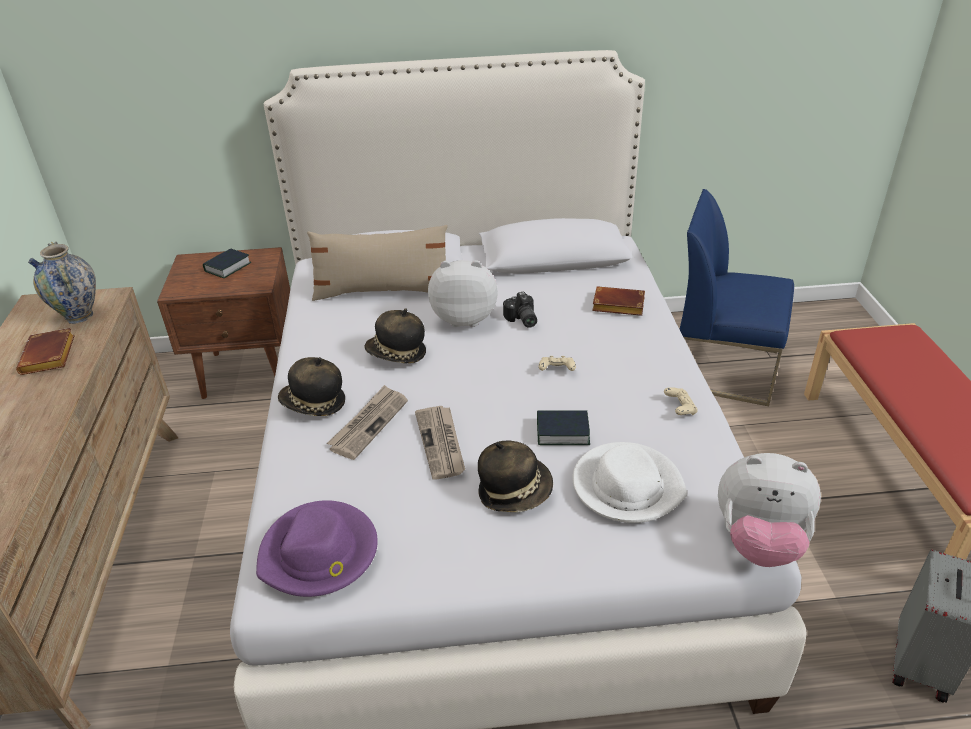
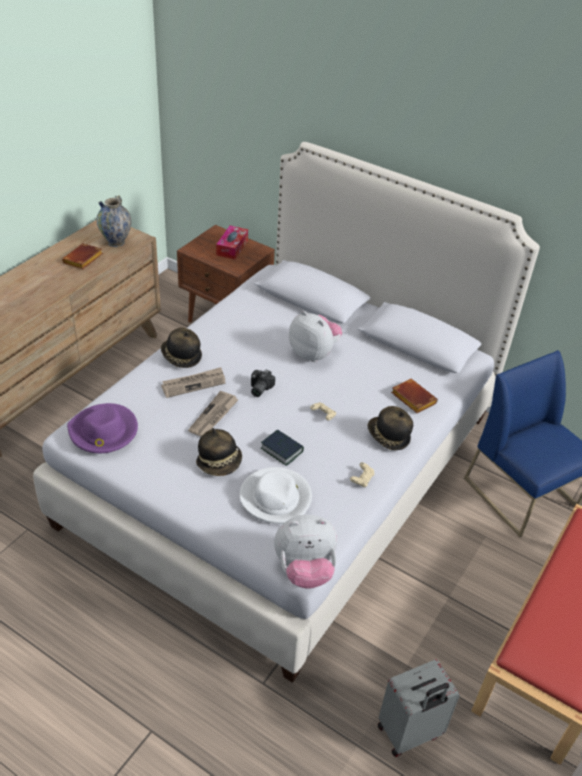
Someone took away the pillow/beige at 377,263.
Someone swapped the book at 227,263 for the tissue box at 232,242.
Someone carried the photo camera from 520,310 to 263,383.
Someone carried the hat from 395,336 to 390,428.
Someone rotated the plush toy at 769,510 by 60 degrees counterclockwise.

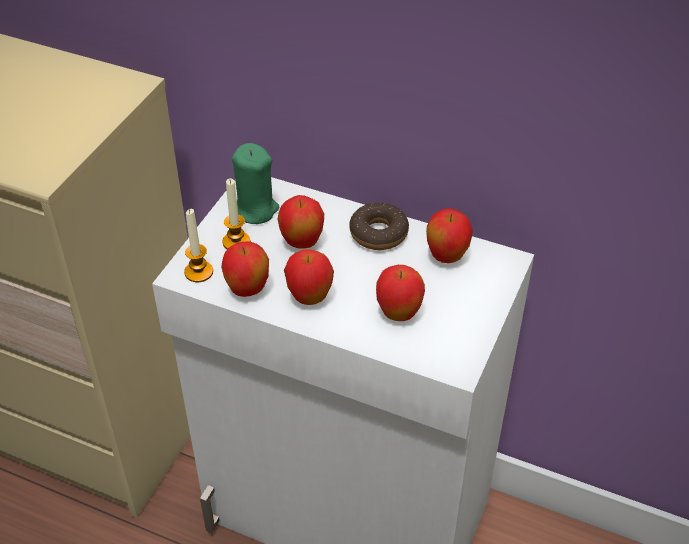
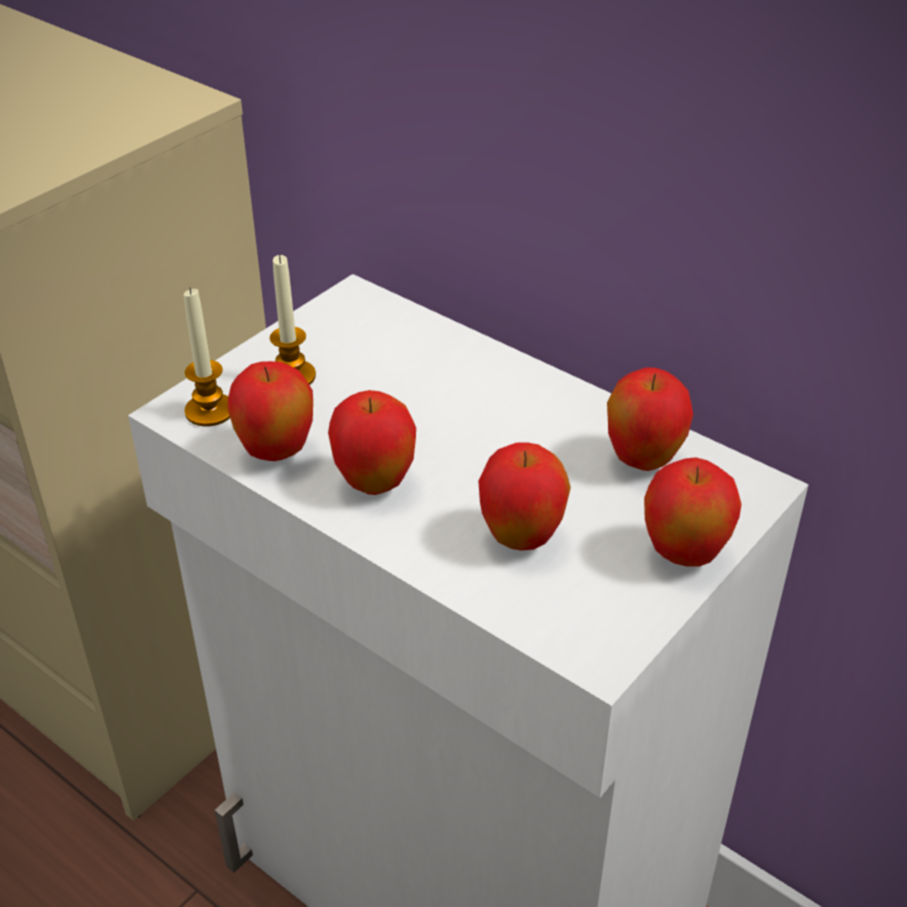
Someone took away the candle/green at 256,183.
Someone carried the apple from 301,222 to 693,512.
Someone took away the donut at 379,226.

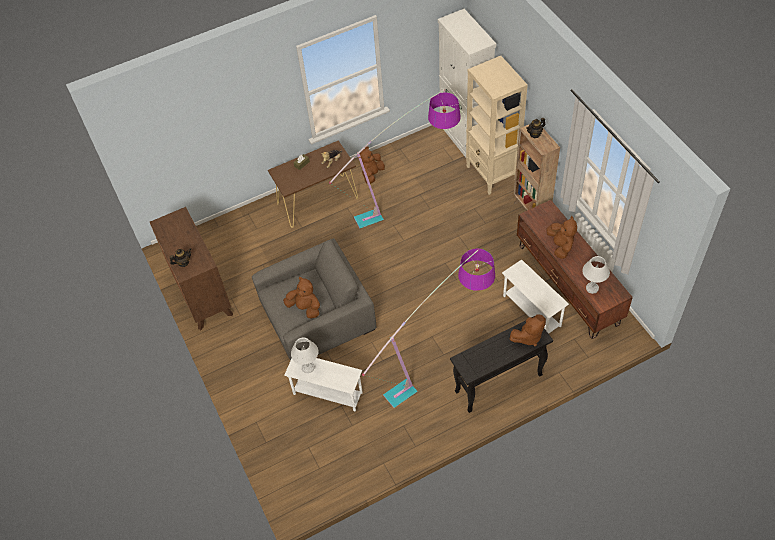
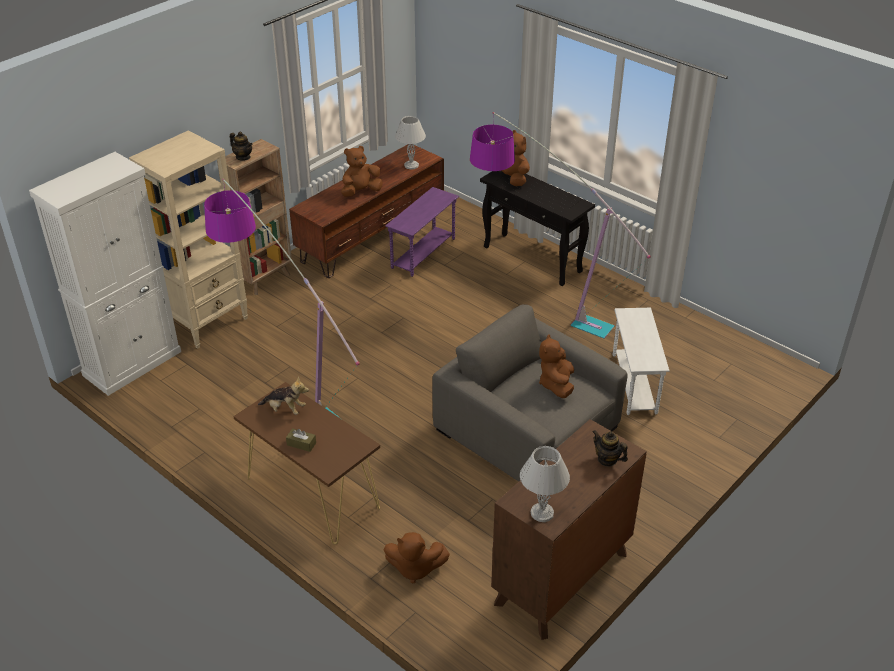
Someone carried the plush toy/brown from 372,165 to 417,558.
Someone repainted the side table/white at 535,297, which became the side table/purple at 422,232.
Someone carried the table lamp/white from 304,355 to 545,484.

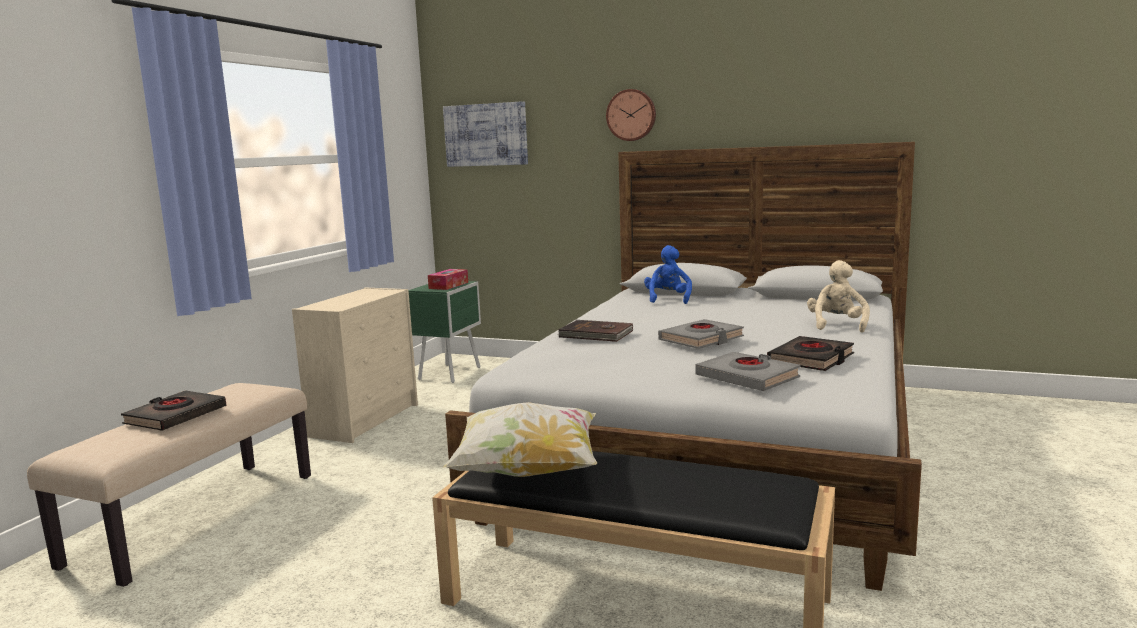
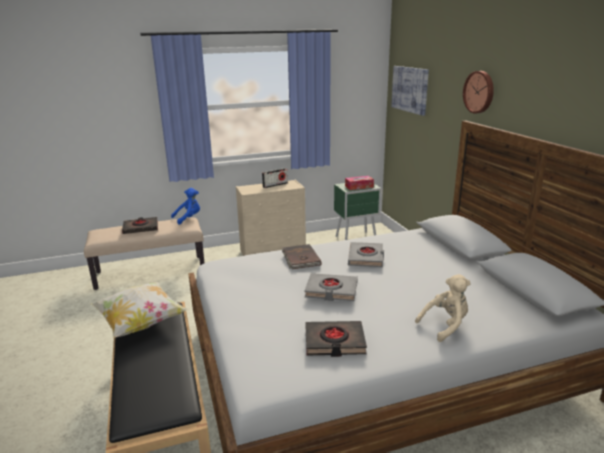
Someone carried the plush toy/blue from 668,274 to 185,206.
Someone carried the book/grey from 748,371 to 366,254.
Someone put down the radio at 275,178.

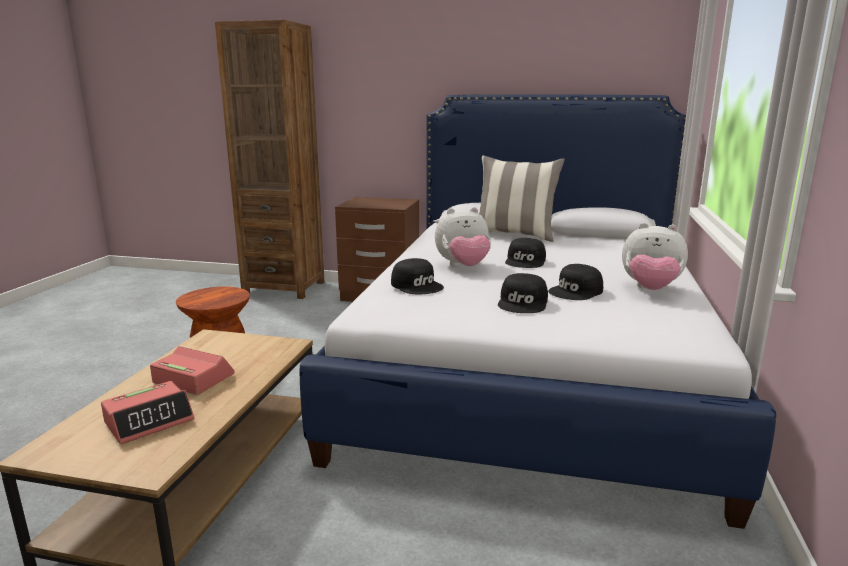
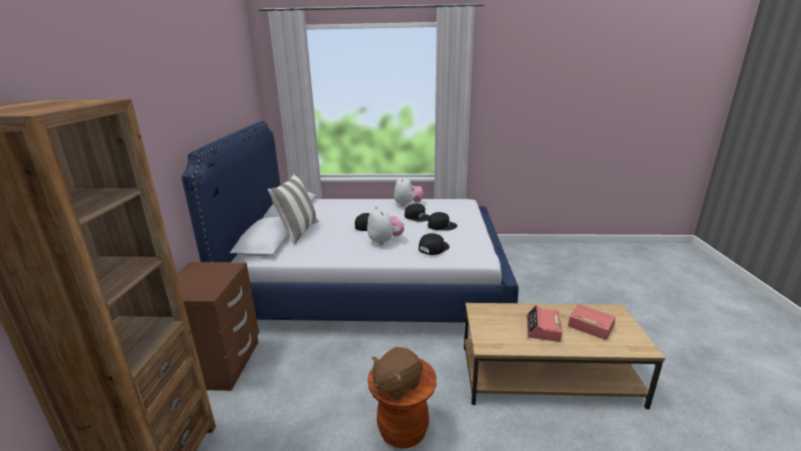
Someone put down the plush toy/brown at 397,374.

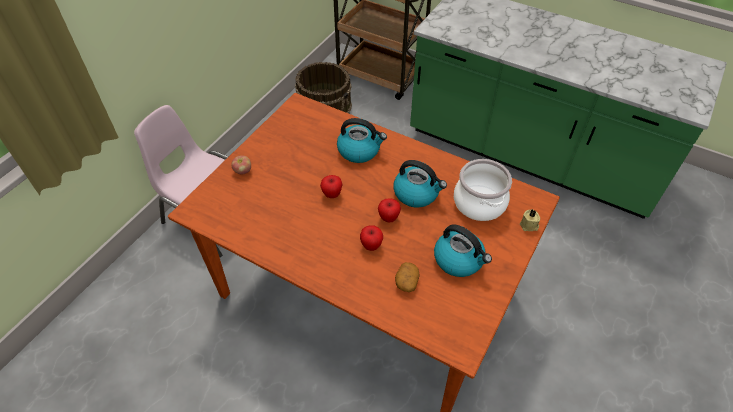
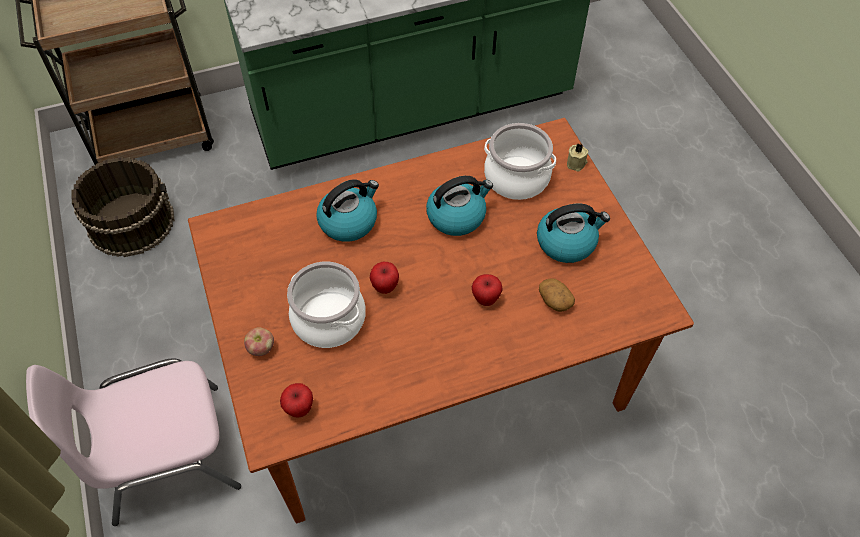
Someone carried the apple from 389,210 to 296,400.
Someone put down the cooking pot at 326,304.

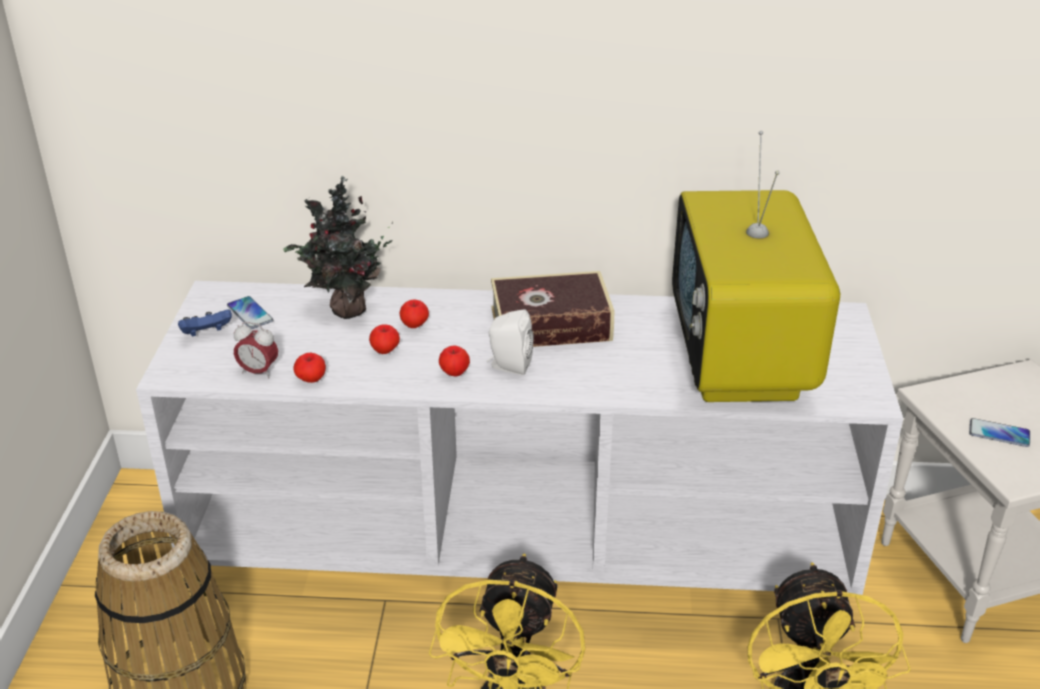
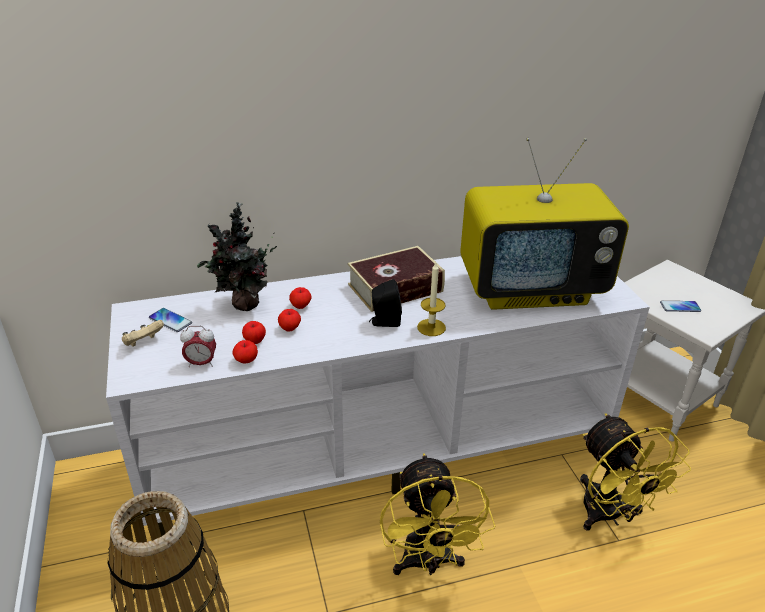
Someone rotated the television at 756,266 by 75 degrees counterclockwise.
Someone repainted the game controller/blue at 205,323, which became the game controller/beige at 143,333.
Someone repainted the speaker/white at 510,342, which became the speaker/black at 385,303.
Someone carried the apple from 454,361 to 254,332.
Someone put down the candle at 431,299.

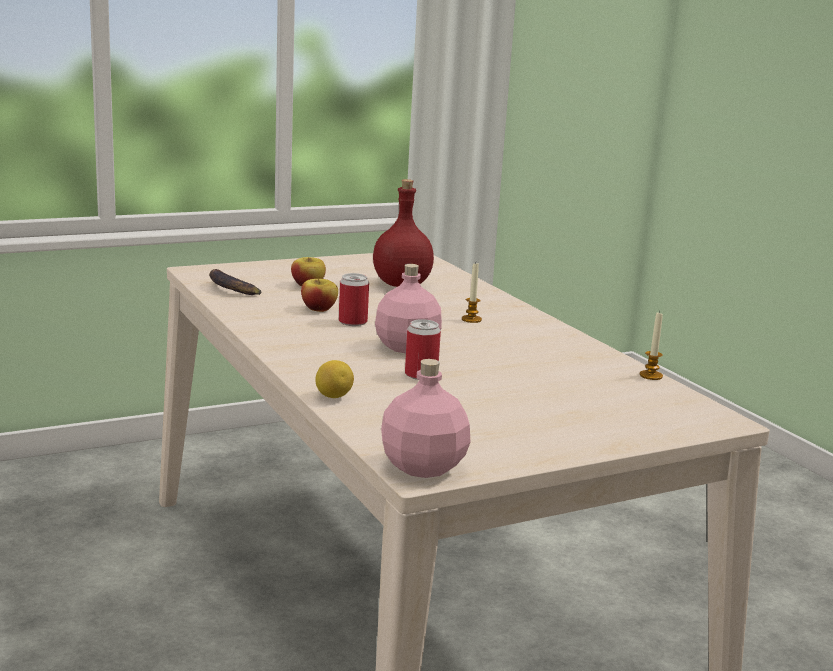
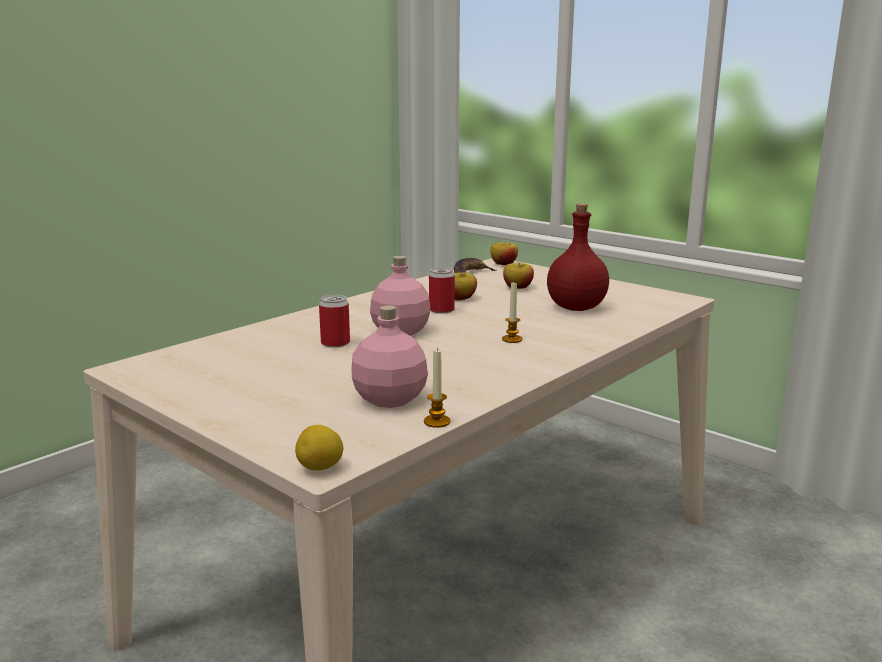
Someone carried the bottle/pink from 425,418 to 389,356.
Someone carried the lemon from 334,379 to 319,448.
Someone put down the apple at 504,253.

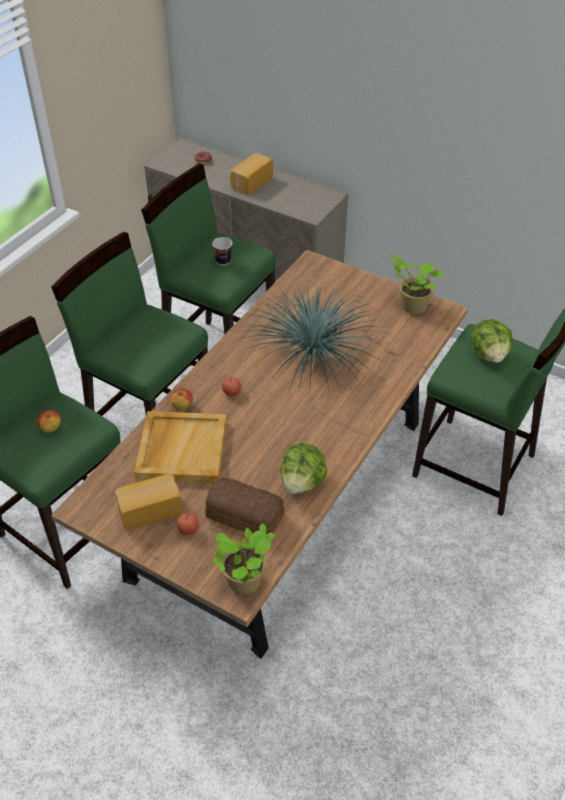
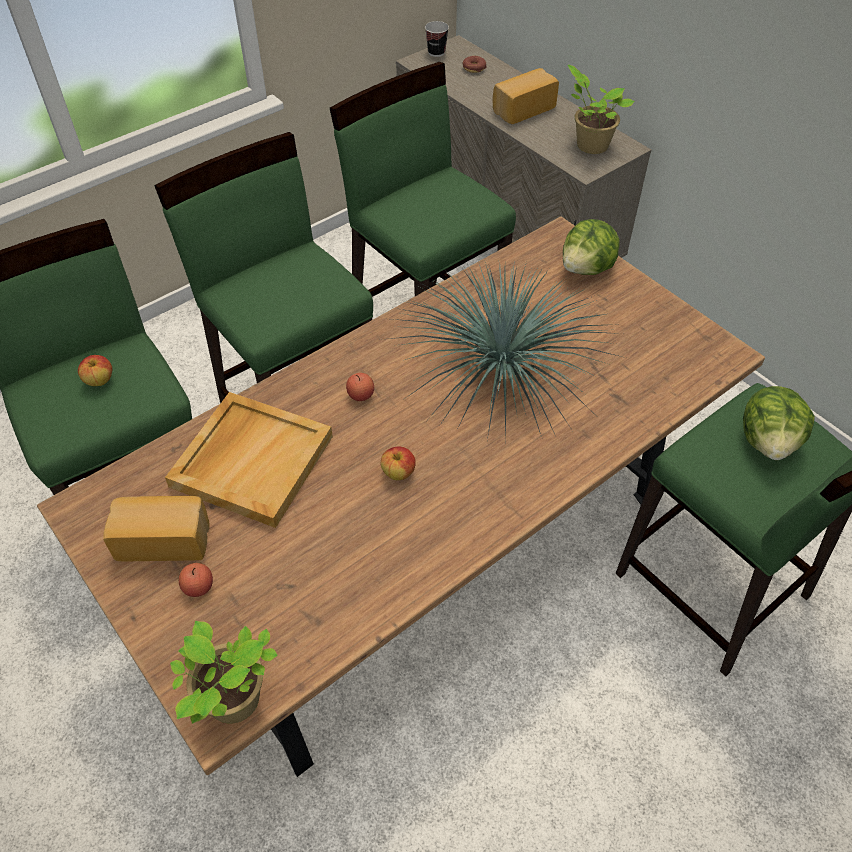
Someone carried the cup from 222,251 to 437,39.
Someone carried the potted plant from 416,284 to 601,109.
Someone carried the apple from 181,399 to 398,463.
Someone carried the lettuce from 304,468 to 591,247.
Someone took away the bread at 245,506.

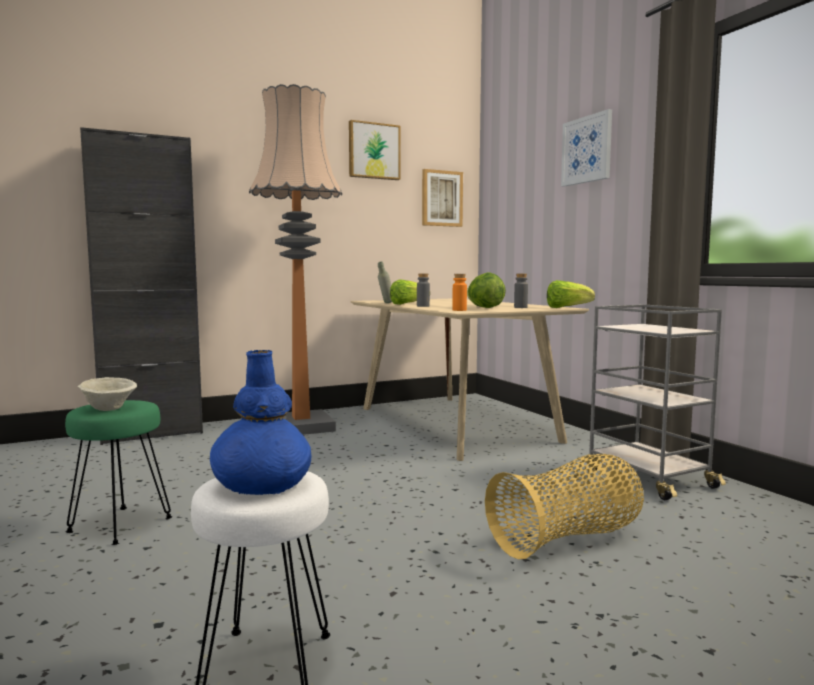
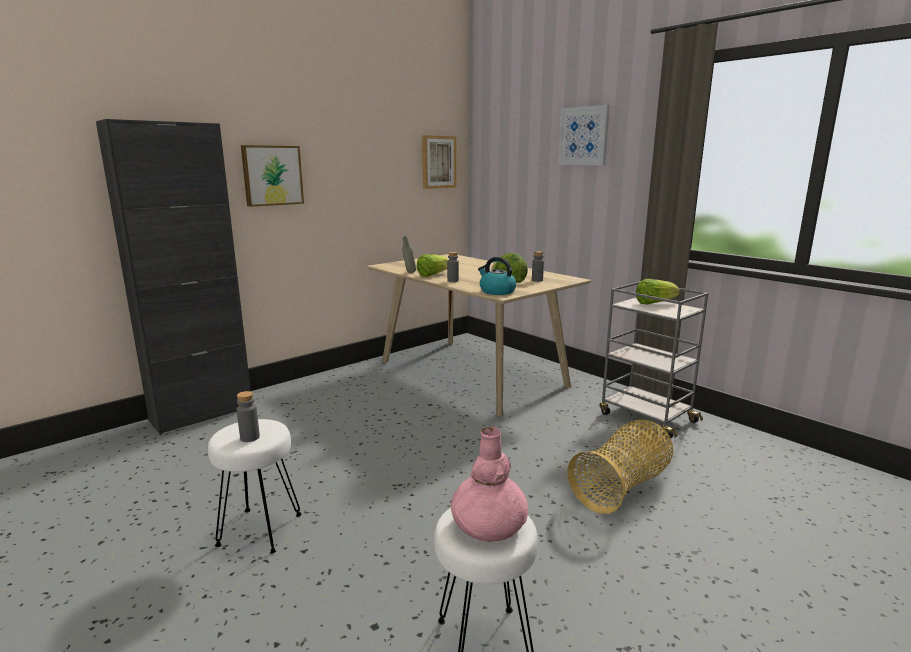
Someone took away the floor lamp at 295,259.
Someone carried the picture from 375,150 to 272,176.
Someone swapped the bottle/orange at 459,292 for the kettle at 497,276.
Someone carried the lettuce from 571,294 to 658,291.
Someone repainted the vase/blue at 260,422, which became the vase/pink at 489,484.
Someone swapped the bowl/beige at 107,394 for the bottle/grey at 248,416.
Someone repainted the stool/green at 118,472, which became the stool/white at 255,486.

